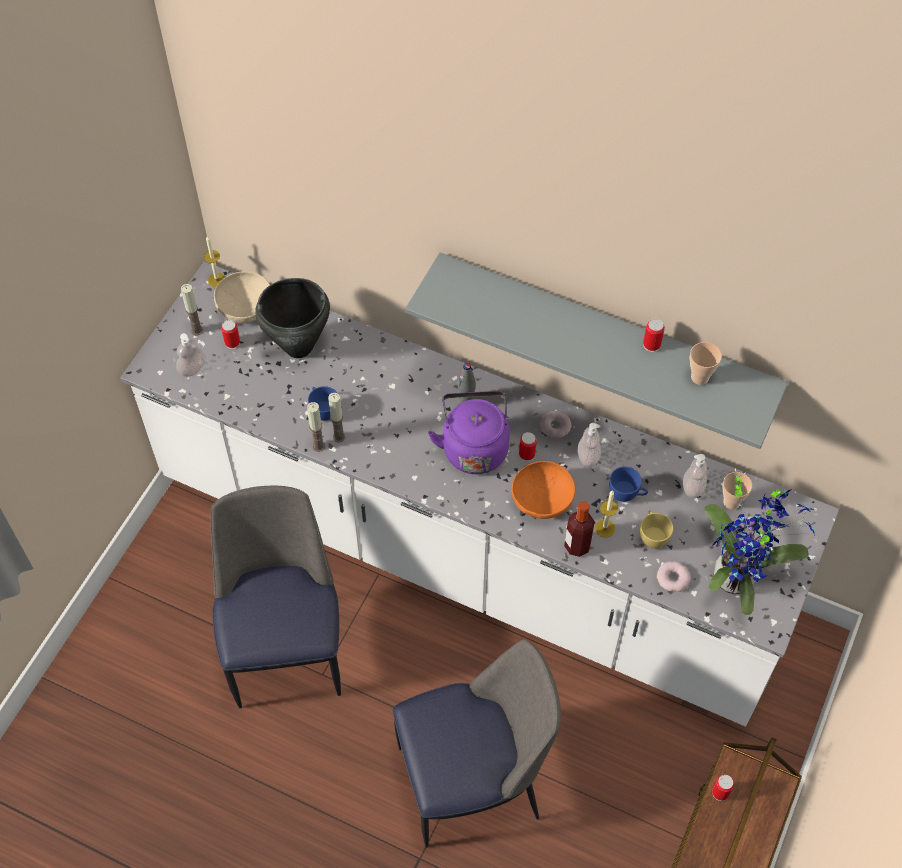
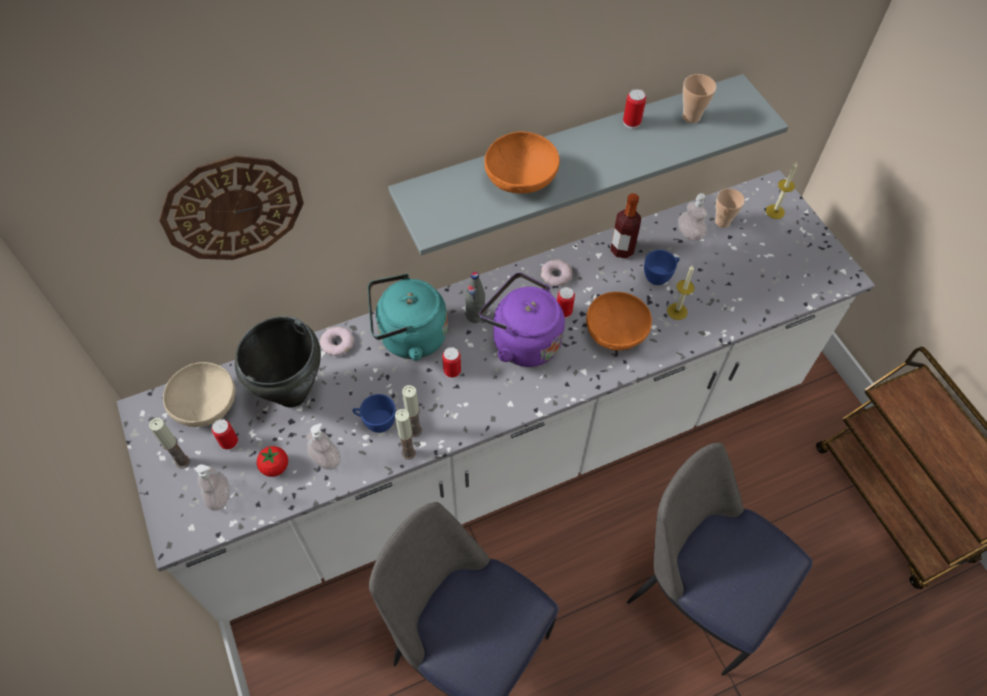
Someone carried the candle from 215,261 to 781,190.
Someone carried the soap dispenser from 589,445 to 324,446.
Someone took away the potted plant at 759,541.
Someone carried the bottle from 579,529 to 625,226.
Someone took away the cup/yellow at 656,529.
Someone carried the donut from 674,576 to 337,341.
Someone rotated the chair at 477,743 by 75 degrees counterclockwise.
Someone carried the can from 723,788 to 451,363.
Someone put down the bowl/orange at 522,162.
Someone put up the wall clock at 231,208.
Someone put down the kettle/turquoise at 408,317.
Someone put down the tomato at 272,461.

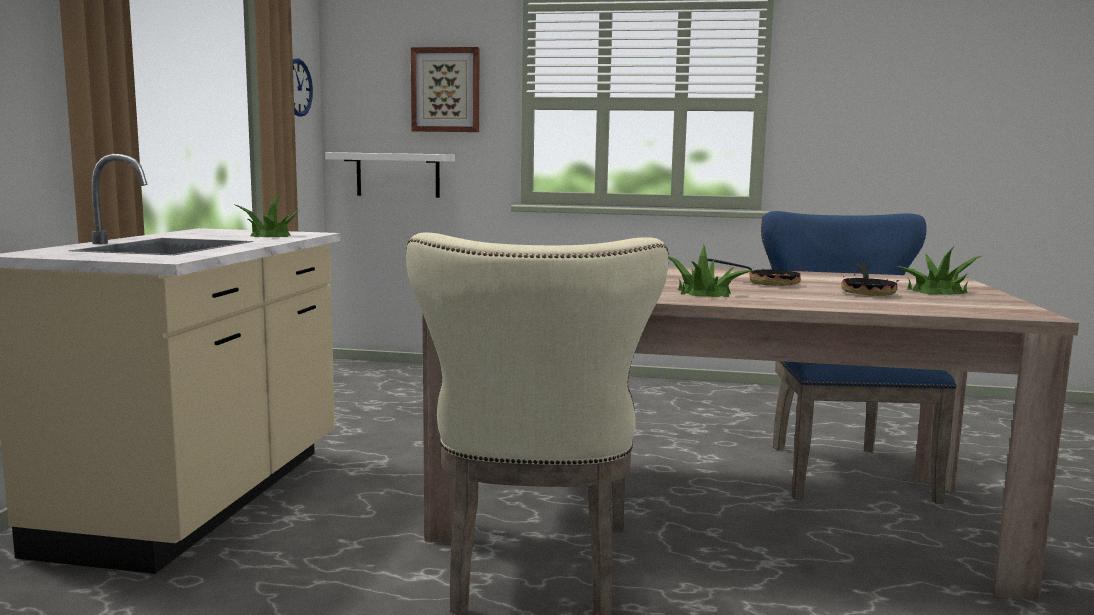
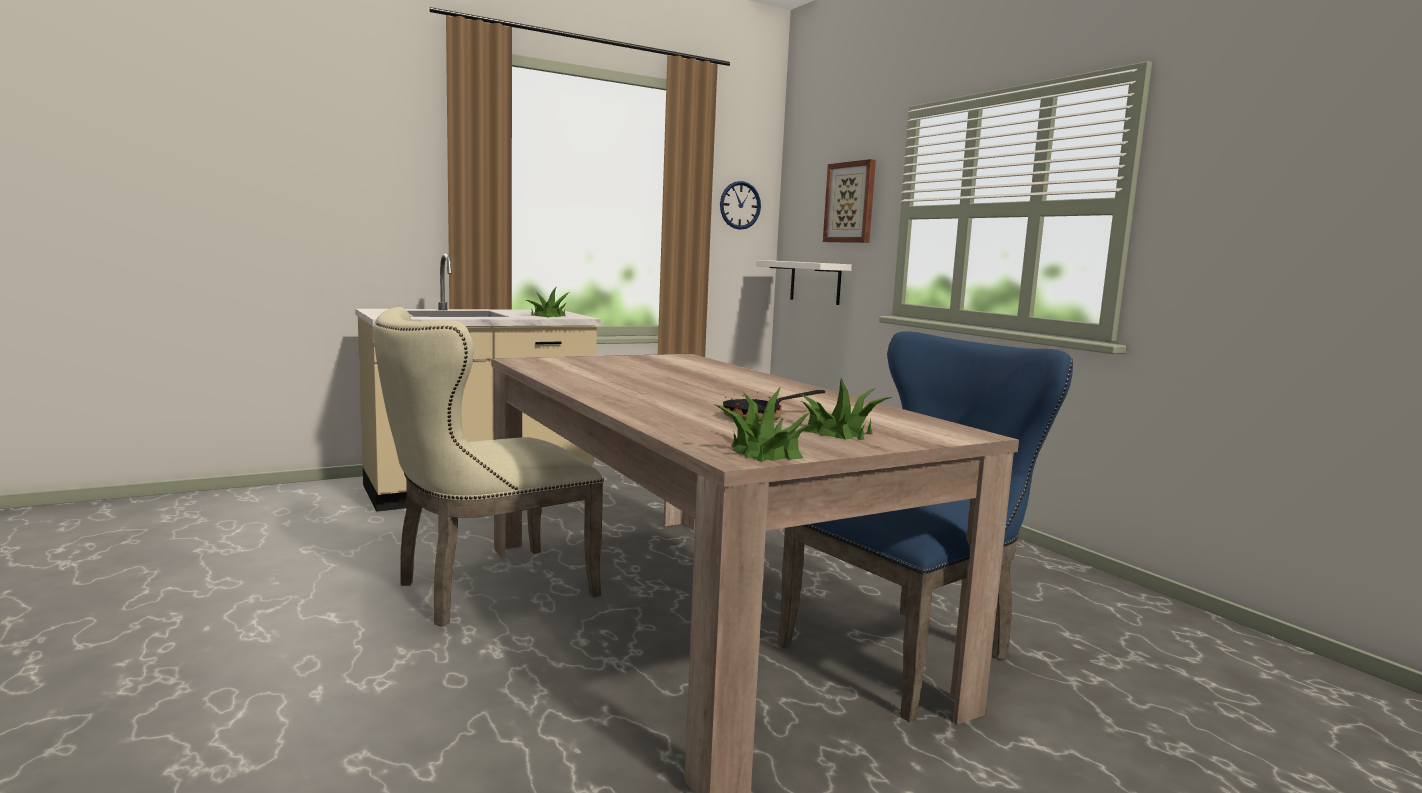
Someone carried the potted plant from 710,270 to 761,424.
Someone took away the frying pan at 754,272.

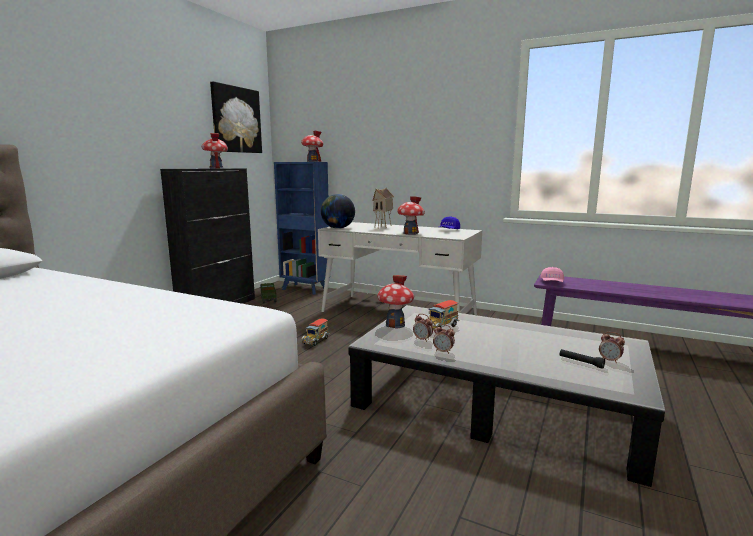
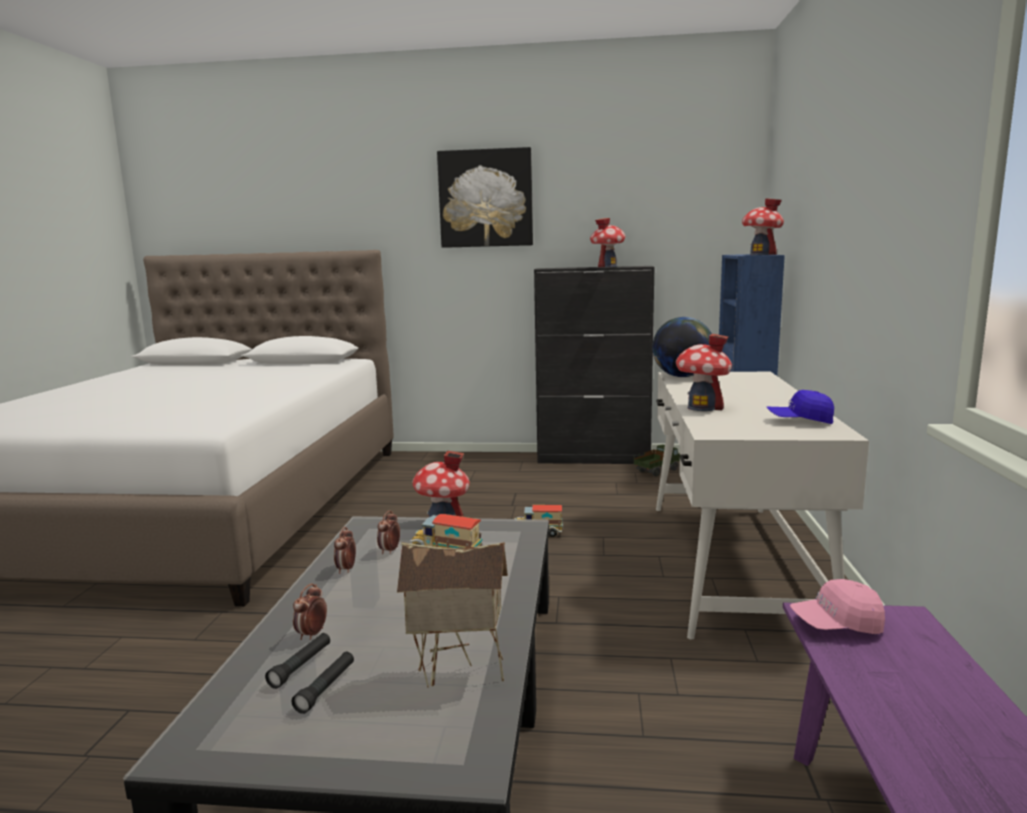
Someone carried the picture from 236,117 to 485,197.
Someone carried the toy house from 383,208 to 452,615.
Someone carried the alarm clock from 612,347 to 310,611.
Someone put down the flashlight/black at 297,661.

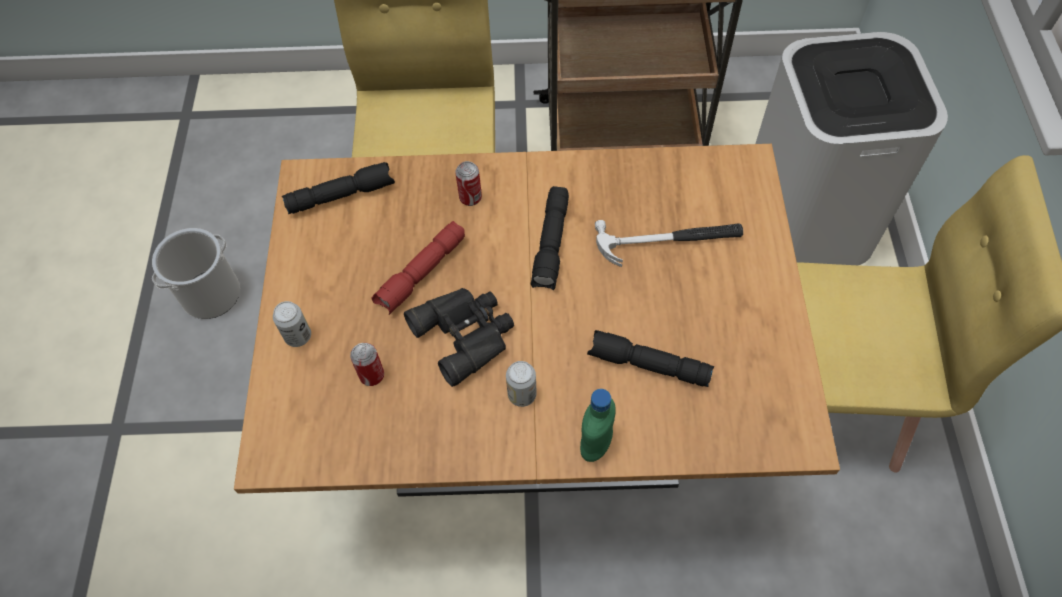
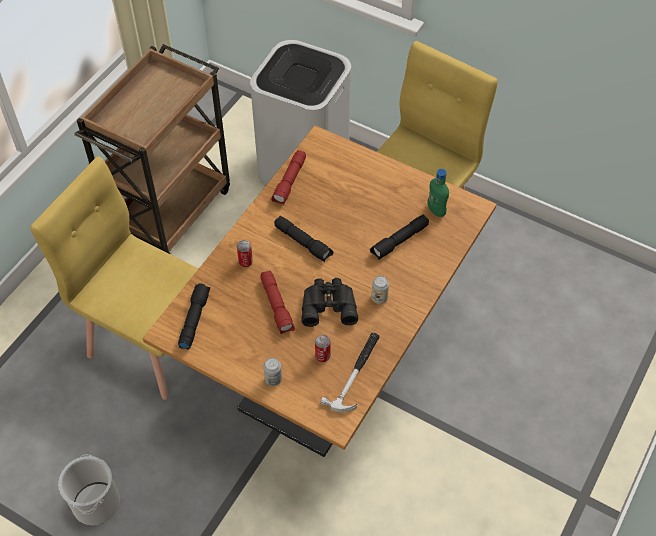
Someone carried the hammer from 669,243 to 350,372.
Someone carried the bottle/green from 598,425 to 438,193.
Someone put down the flashlight/red at 288,177.

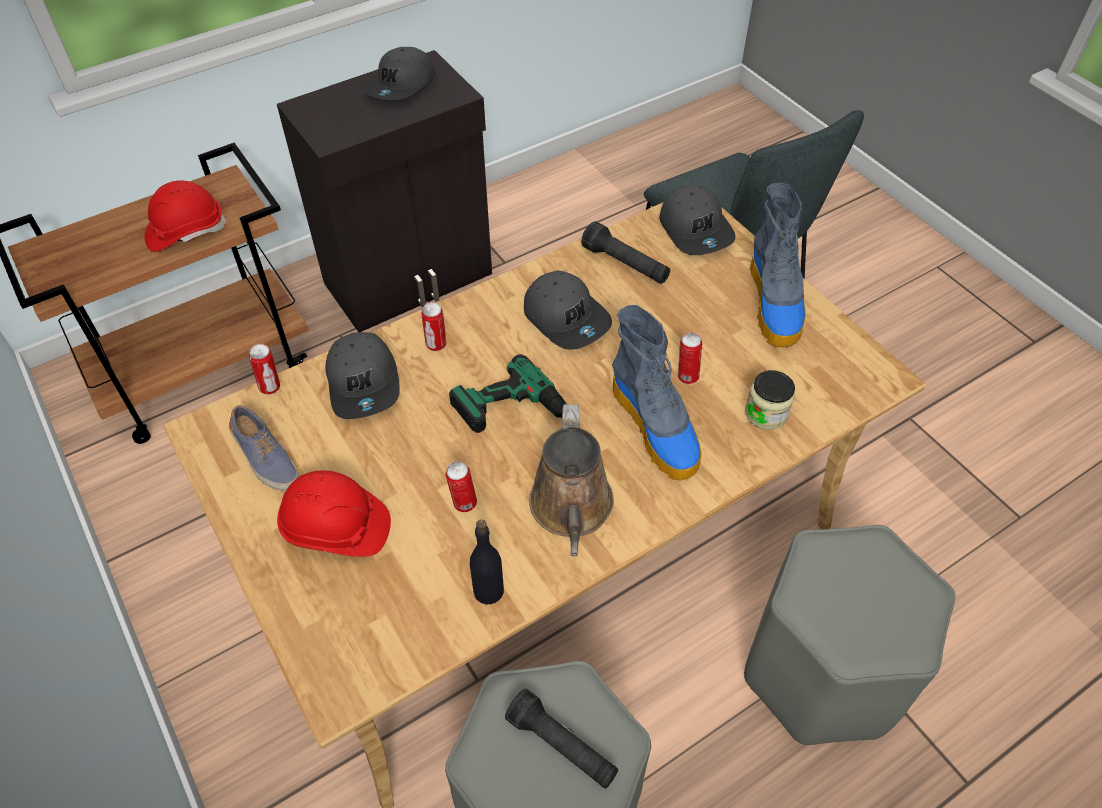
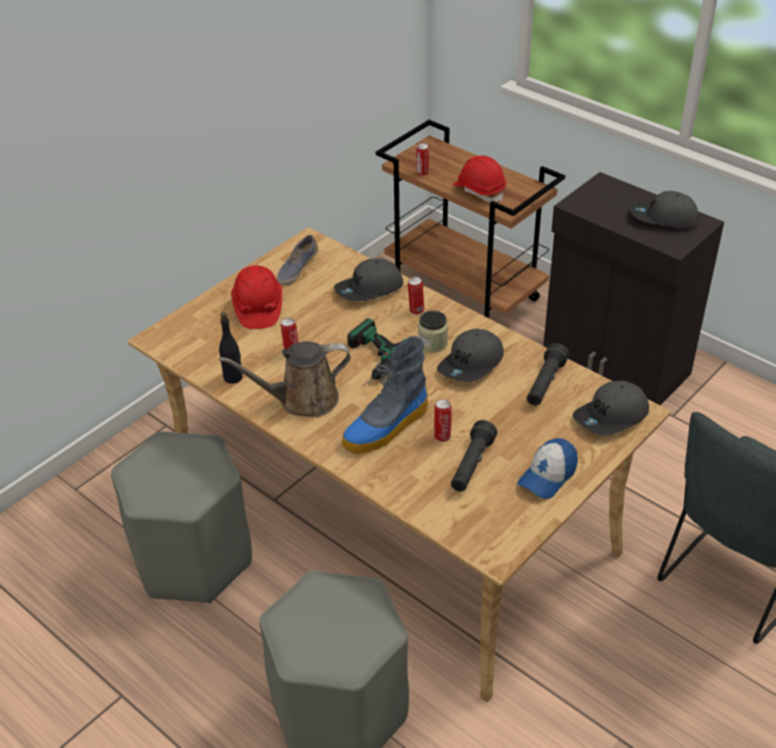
Someone swapped the boot at 778,264 for the cap at 547,468.
Someone carried the can from 264,369 to 423,159.
Someone carried the jar from 770,400 to 433,331.
Someone carried the flashlight/black from 561,738 to 474,456.

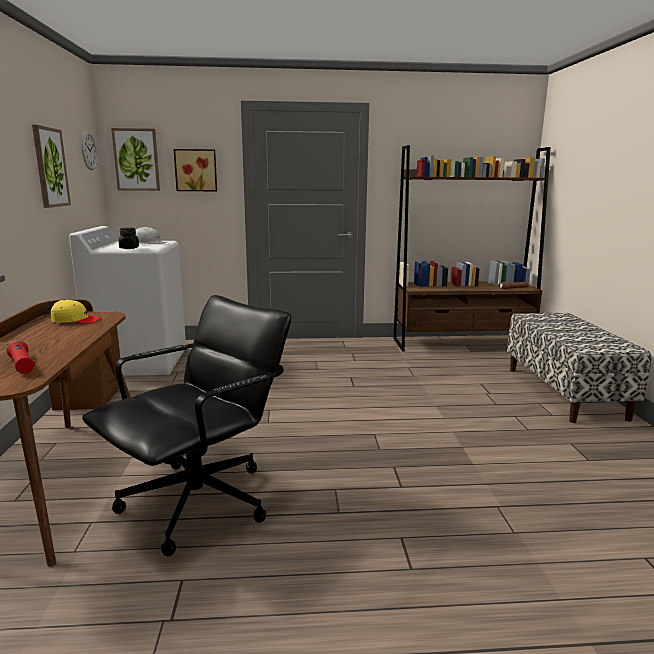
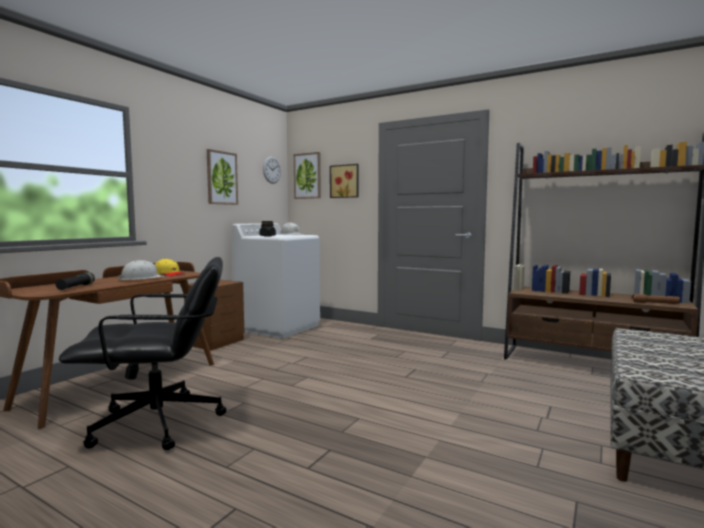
Someone repainted the flashlight/red at 21,356, which became the flashlight/black at 75,281.
Someone put down the hard hat/white at 141,270.

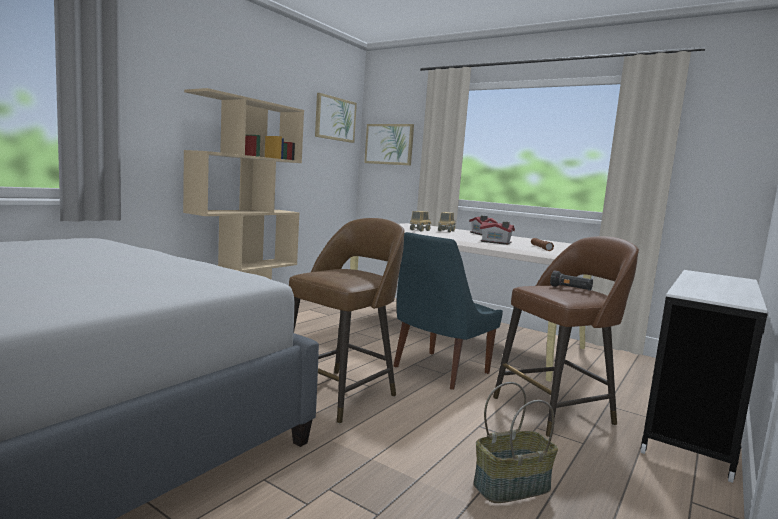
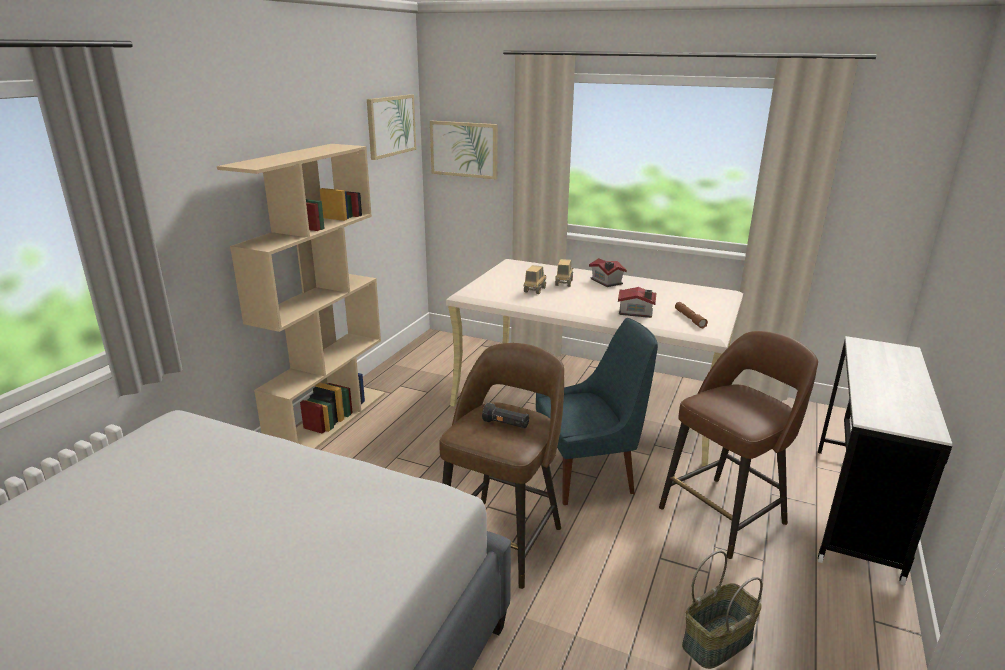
Someone rotated the chair/blue at 448,311 by 135 degrees counterclockwise.
Someone carried the flashlight/black from 571,280 to 505,416.

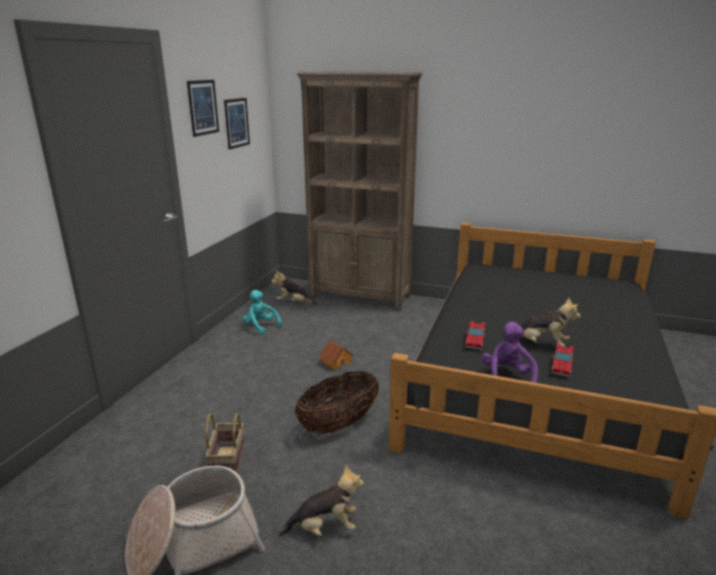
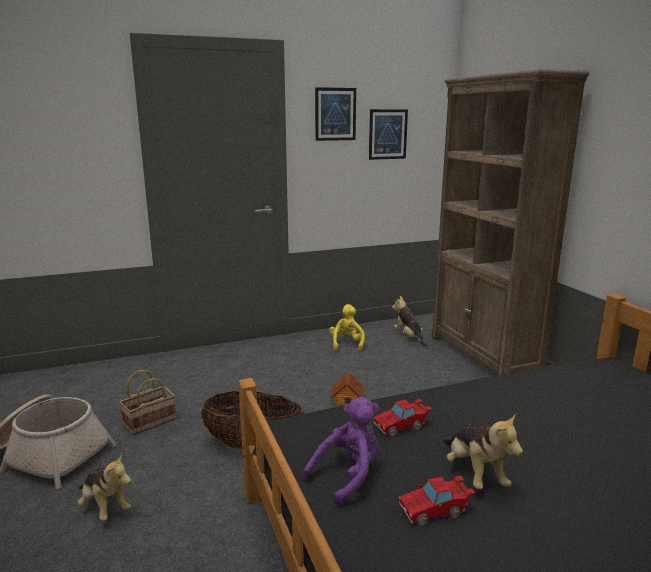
Someone repainted the plush toy/turquoise at 262,312, which became the plush toy/yellow at 347,328.

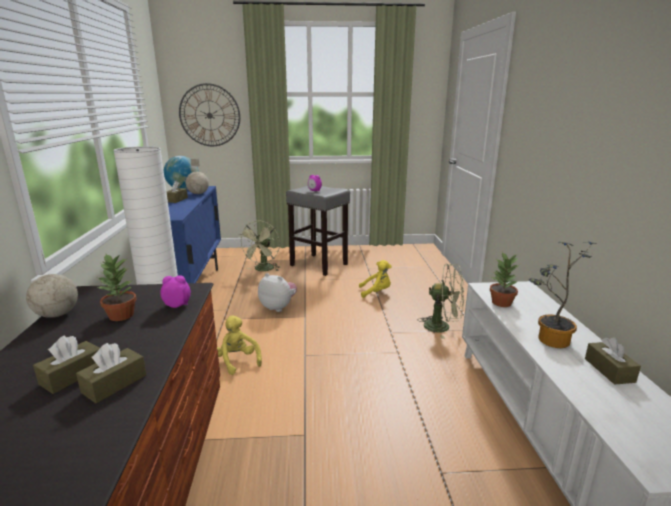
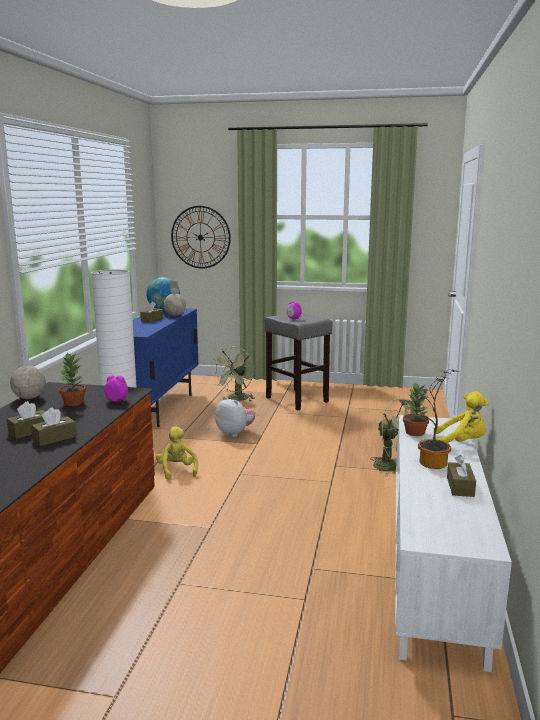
Someone carried the plush toy/yellow from 375,279 to 461,417.

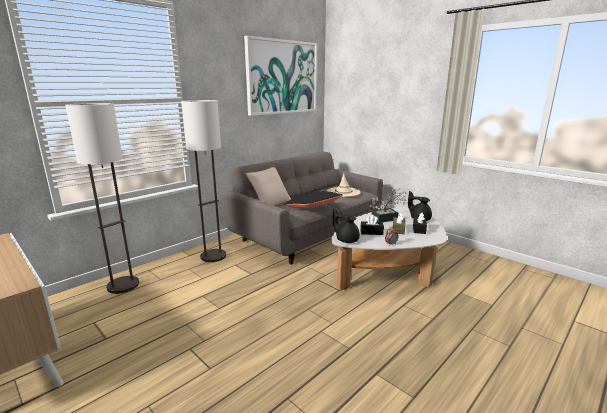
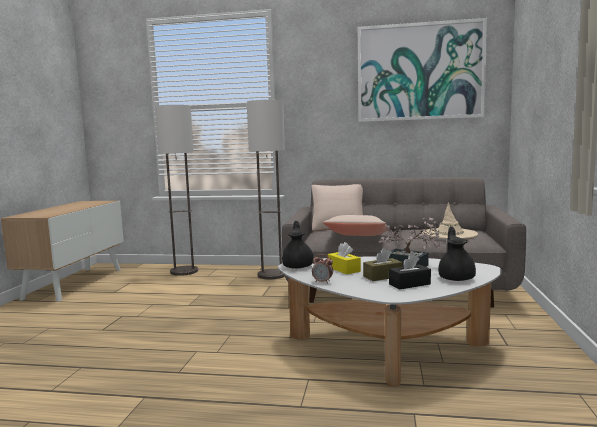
Someone repainted the pillow/black at 313,200, which became the pillow/beige at 356,225.
Someone repainted the tissue box/black at 372,225, which became the tissue box/yellow at 344,258.

